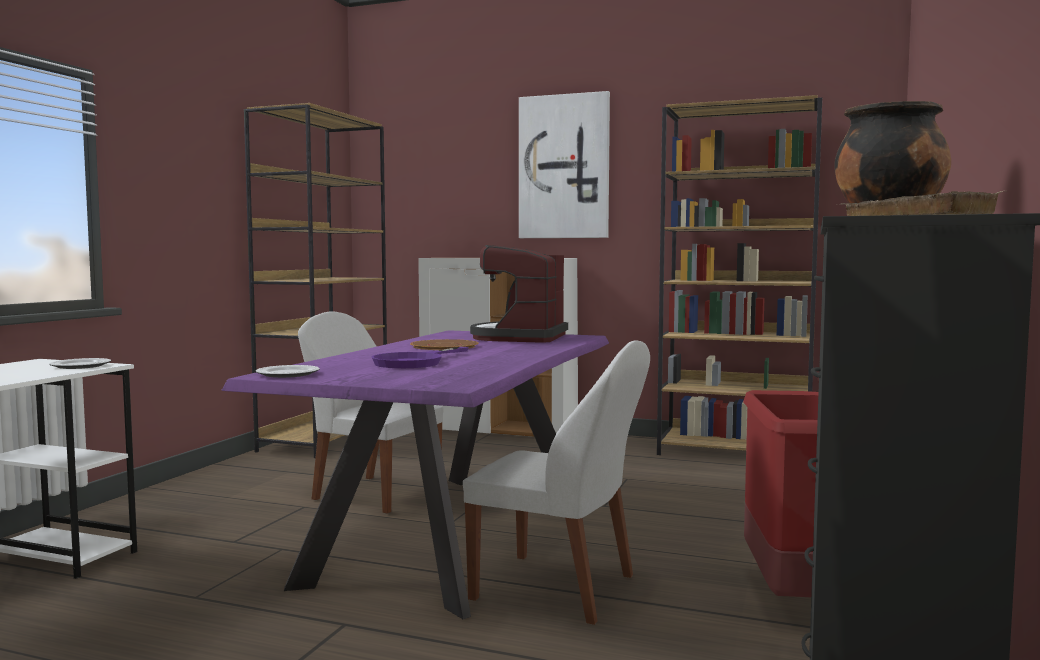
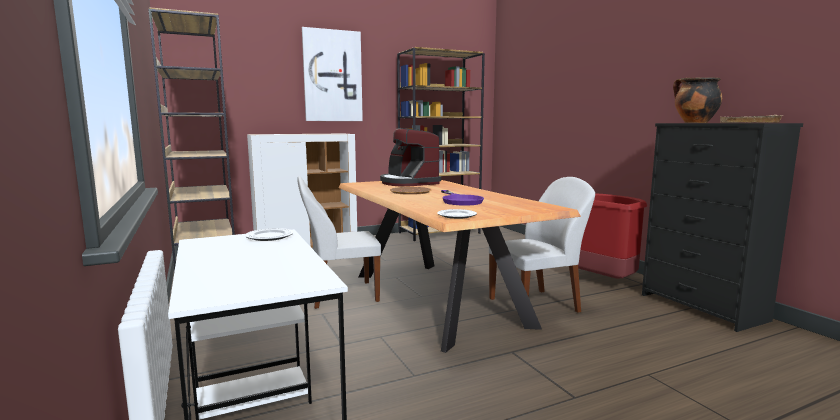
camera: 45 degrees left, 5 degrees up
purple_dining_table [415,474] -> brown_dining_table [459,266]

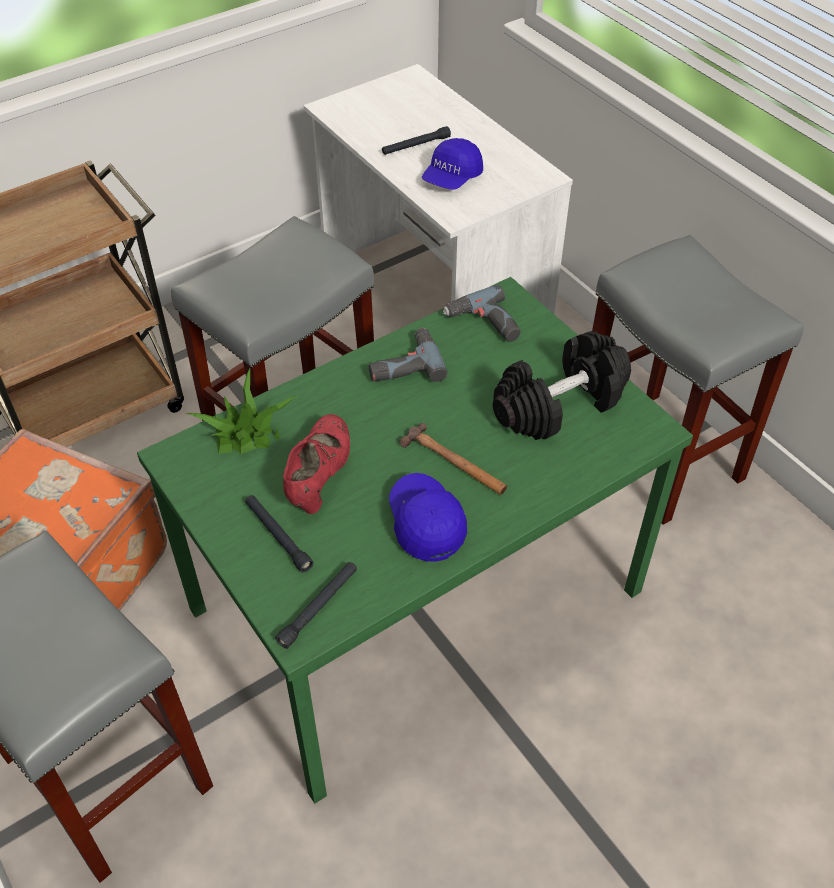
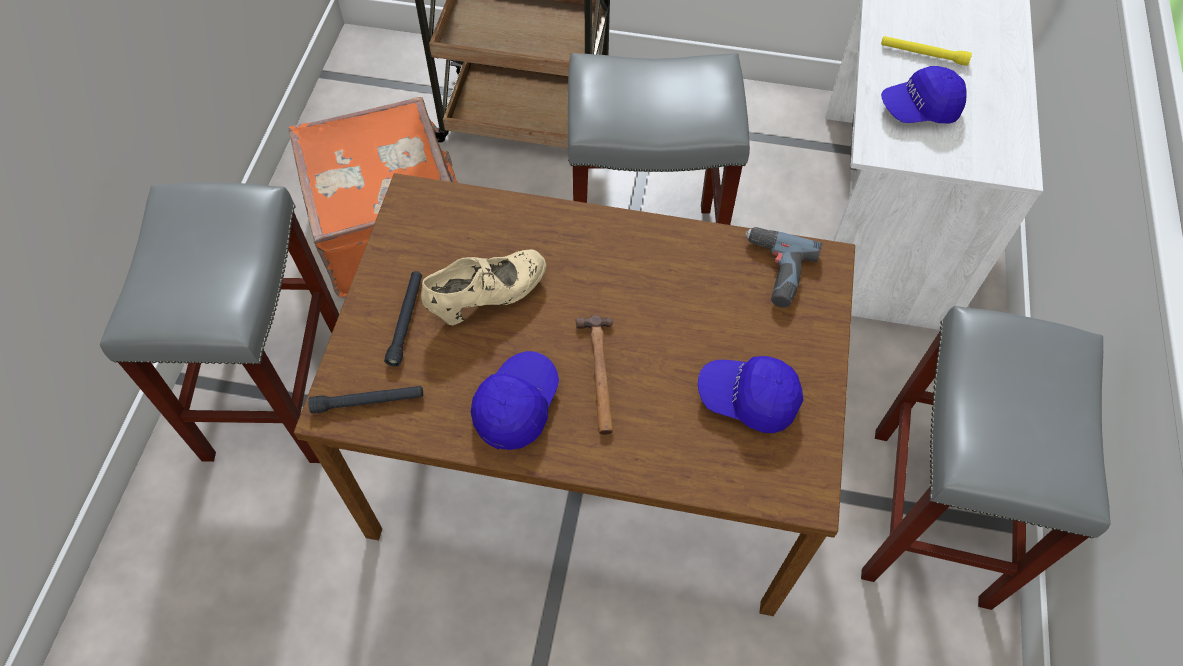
camera: 45 degrees right, 10 degrees up
green_dining_table [415,540] -> brown_dining_table [574,394]
red_shoe [316,464] -> beige_shoe [483,287]
black_dumbbell [562,385] -> blue_cap [750,394]
black_flashlight [416,140] -> yellow_flashlight [926,51]
potted_plant [241,411] -> none
power_drill [408,355] -> none

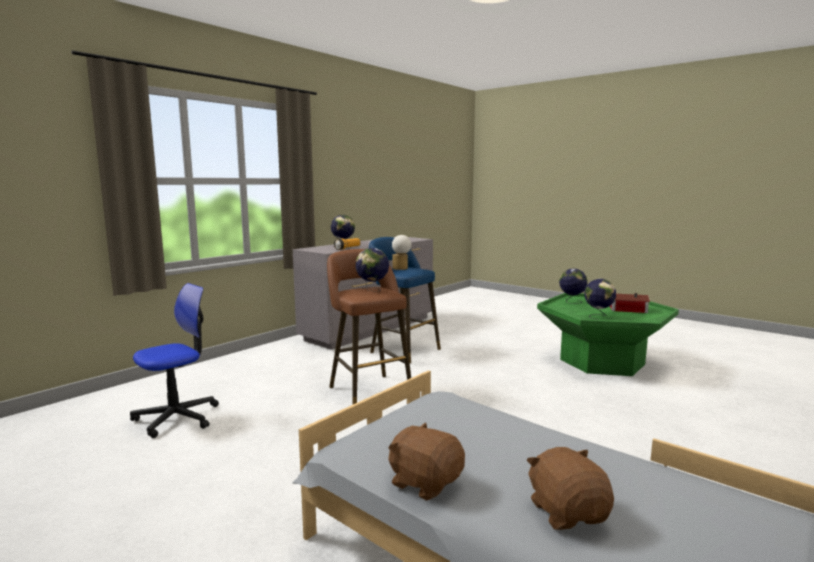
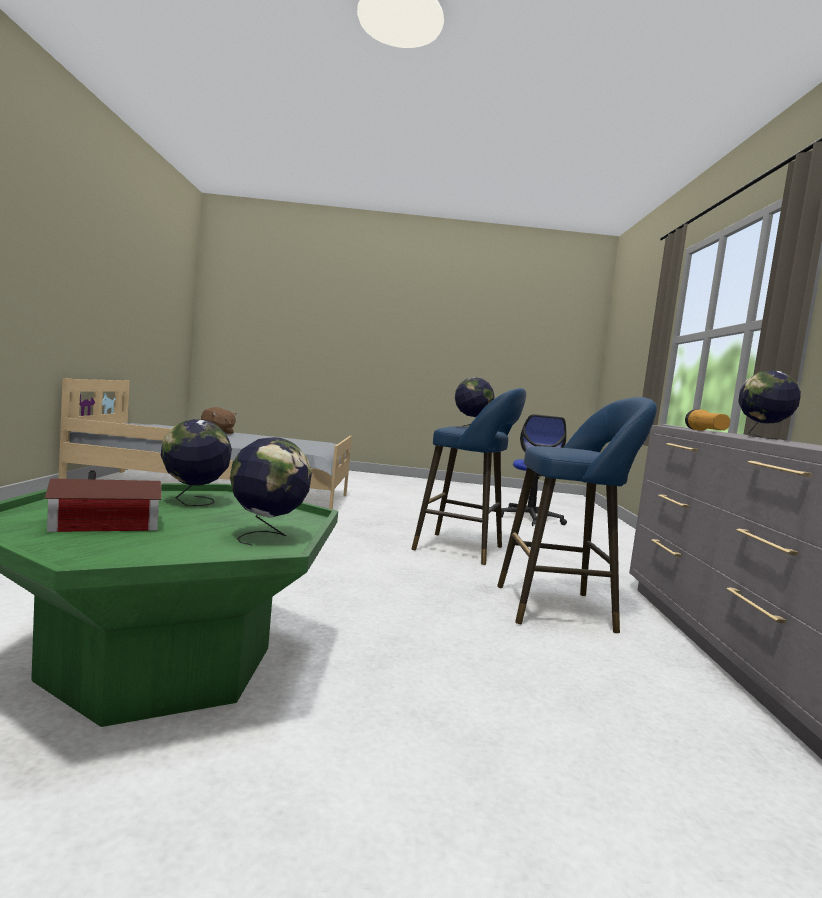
camera: 140 degrees right, 5 degrees down
brown_stool [369,327] -> blue_stool [468,476]
brown_plush_toy [426,461] -> none
table_lamp [401,252] -> none

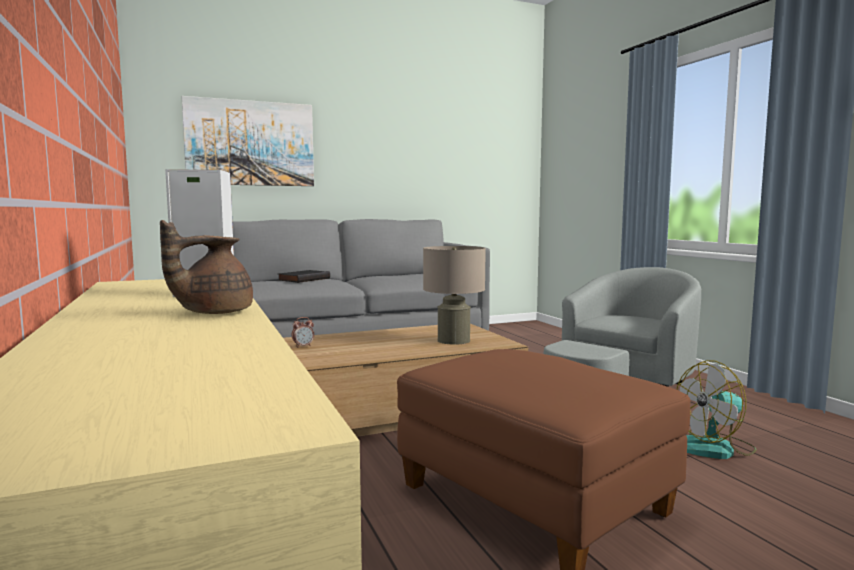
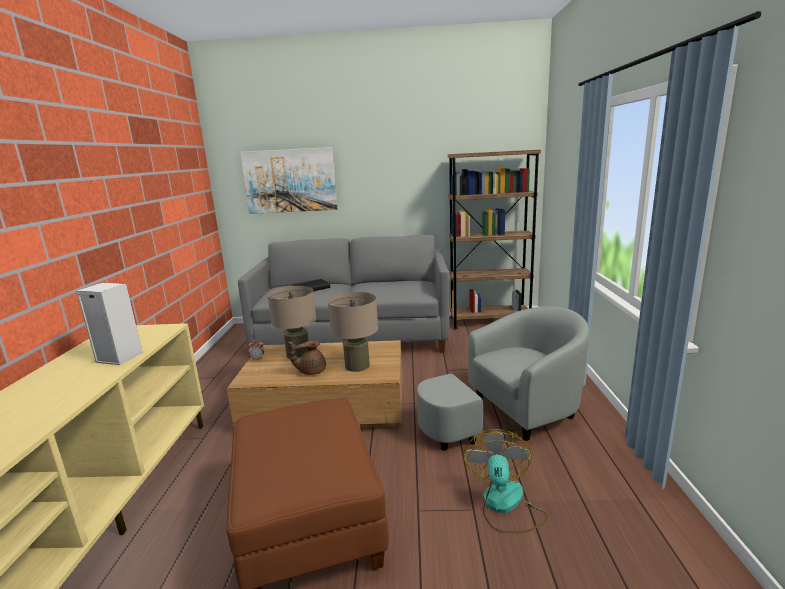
camera: 25 degrees right, 10 degrees up
none -> beige_table_lamp [291,322]
brown_teapot [206,267] -> brown_teapot [307,358], shifted
none -> brown_bookcase [494,239]
fan [716,409] -> fan [505,481], 90 degrees clockwise

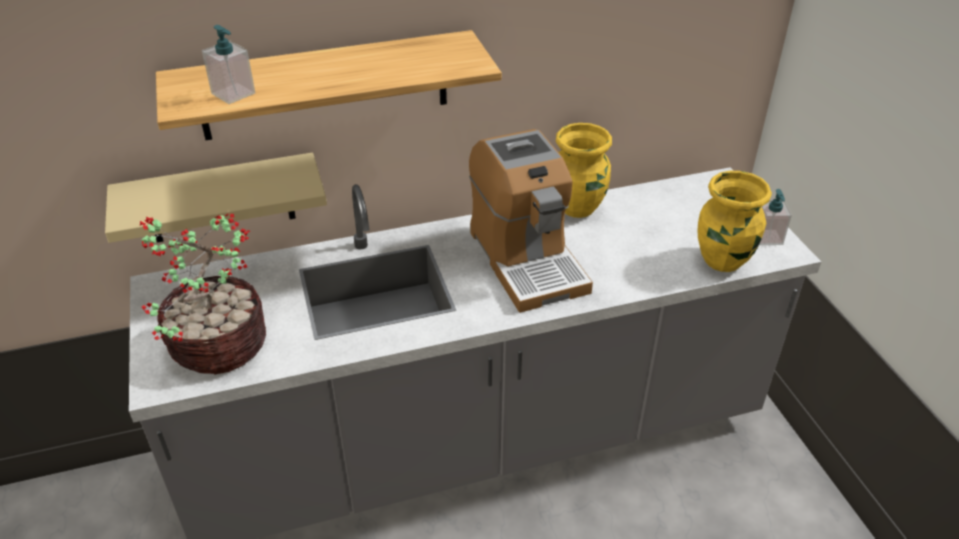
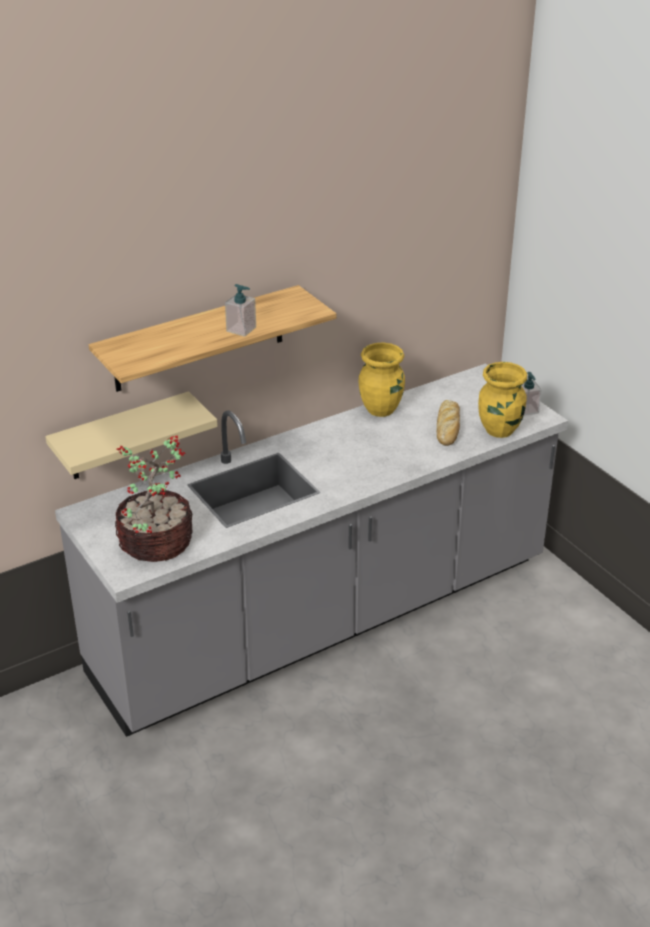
camera: 15 degrees left, 5 degrees down
soap_dispenser [228,64] -> soap_dispenser [240,310], shifted
none -> bread [448,423]
coffee_machine [531,221] -> none

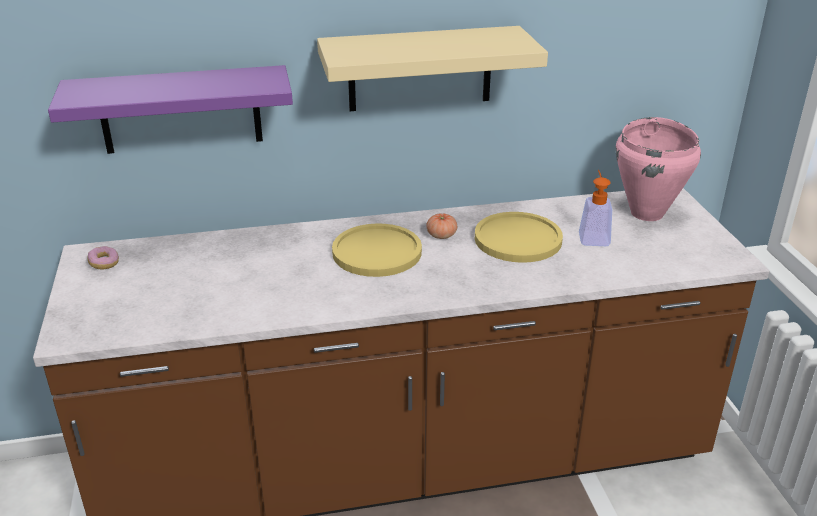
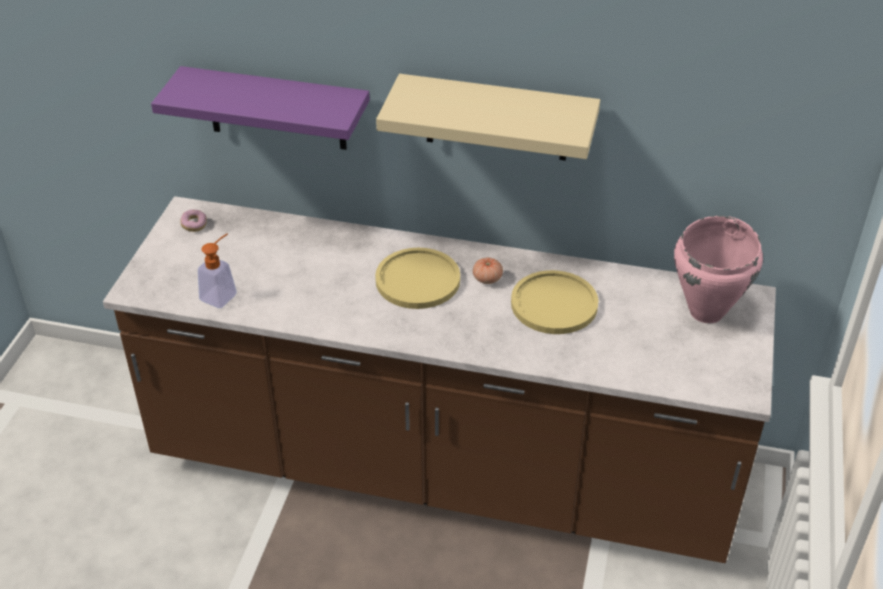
camera: 25 degrees right, 10 degrees up
soap_dispenser [595,208] -> soap_dispenser [217,270], shifted

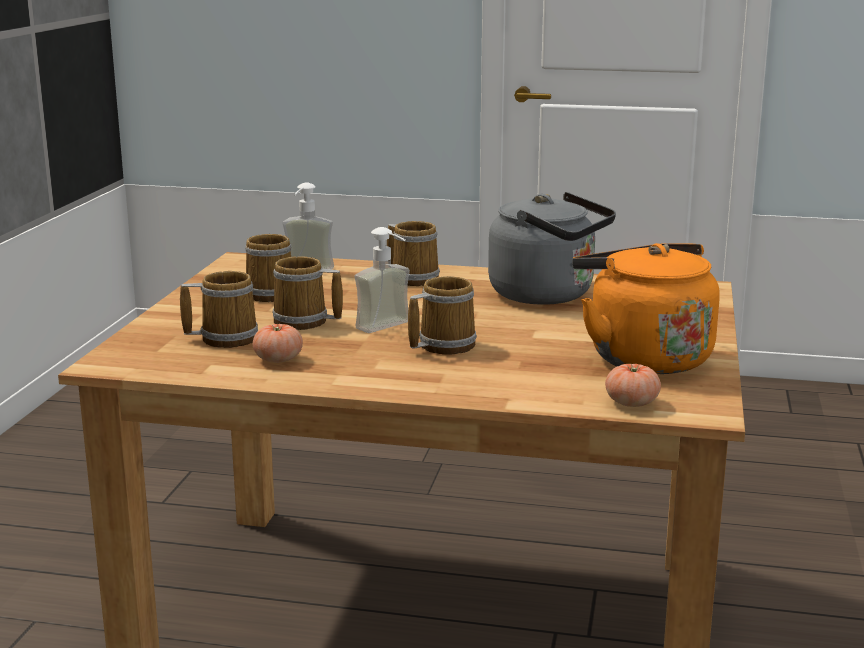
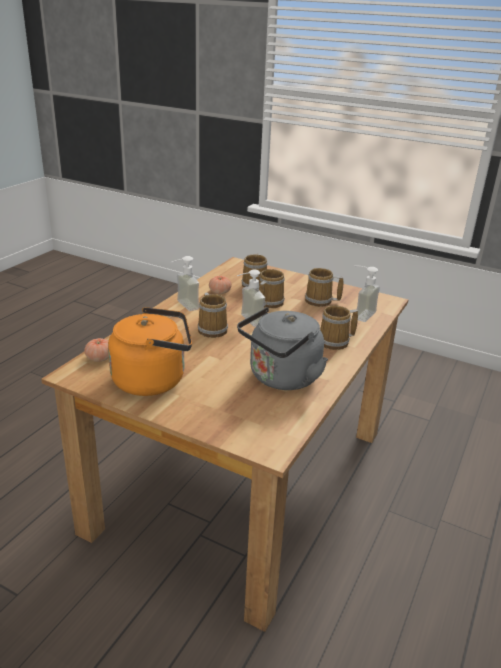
camera: 105 degrees right, 10 degrees up
none -> soap_dispenser [184,283]

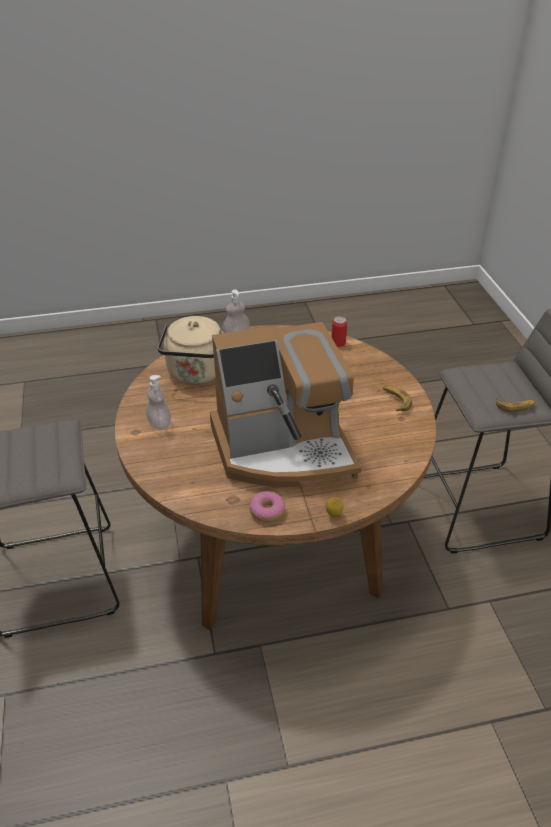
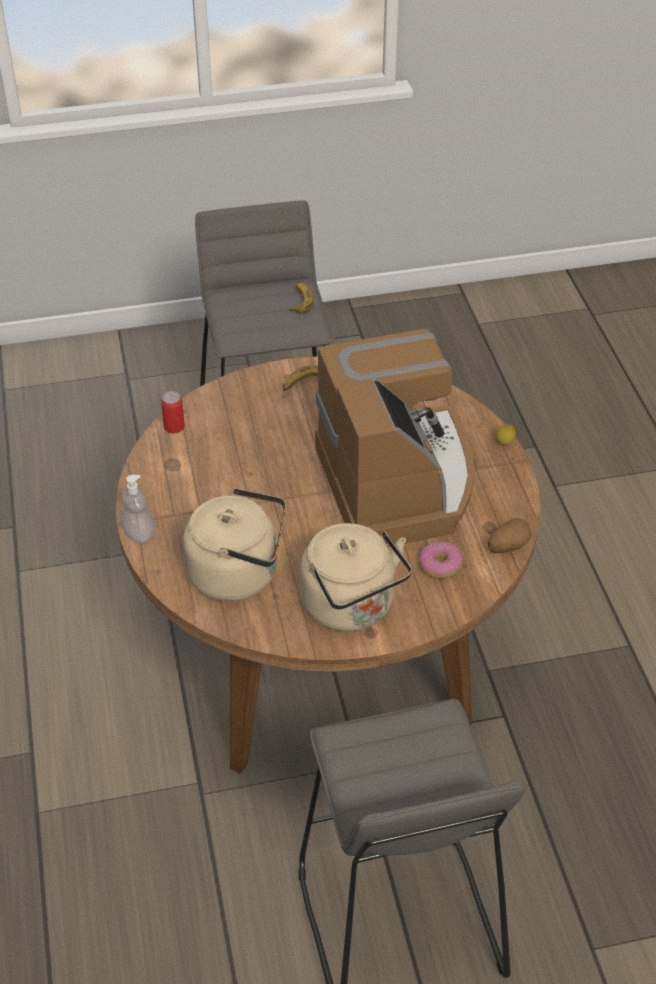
camera: 90 degrees left, 5 degrees up
soap_dispenser [158,402] -> beige_kettle [356,577]
donut [267,506] -> donut [441,560], shifted
none -> potato [509,535]

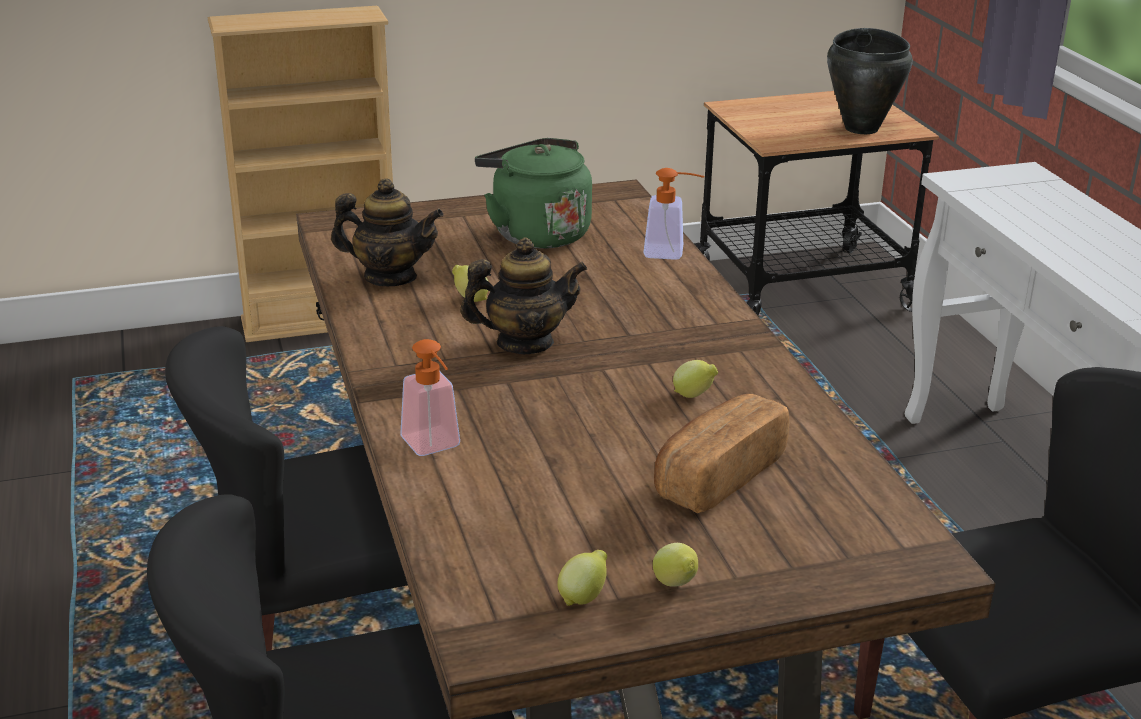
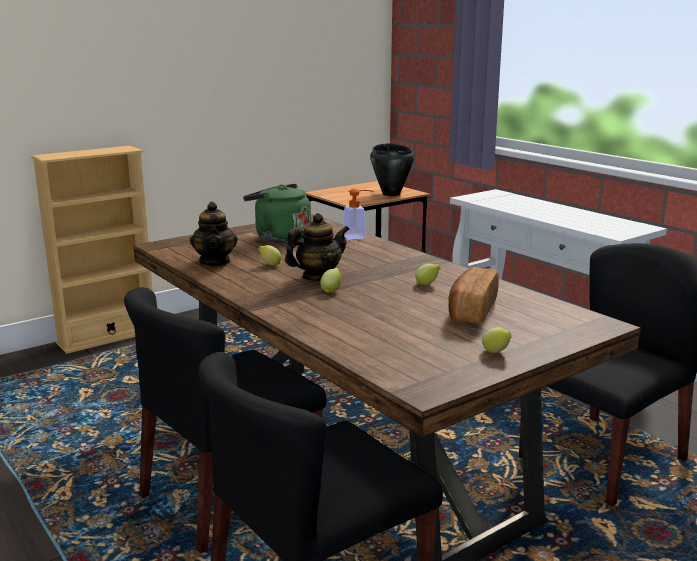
camera: 20 degrees left, 10 degrees down
teapot [387,232] -> teapot [214,233], 90 degrees clockwise
lemon [582,578] -> lemon [330,280], shifted
soap_dispenser [430,397] -> none

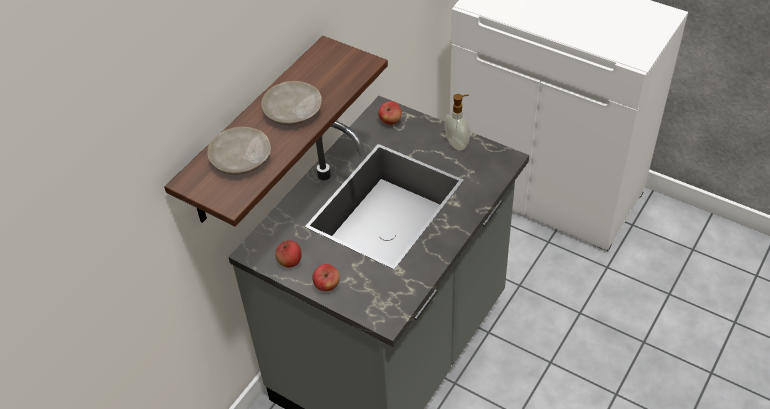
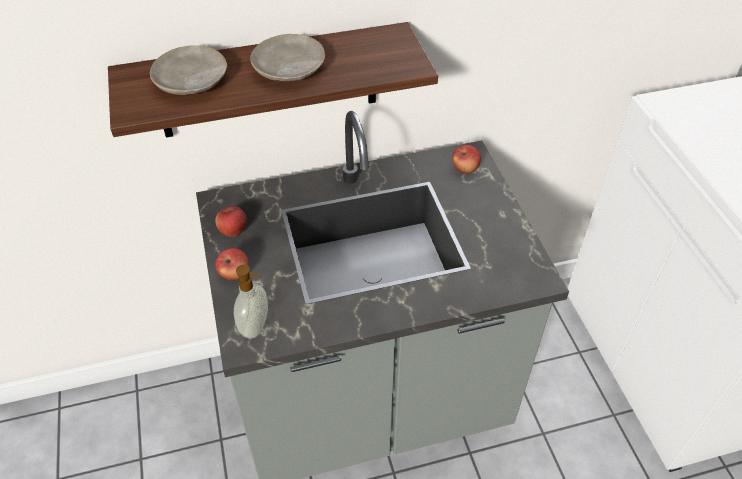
camera: 40 degrees right, 0 degrees up
soap_dispenser [457,122] -> soap_dispenser [251,302], shifted

